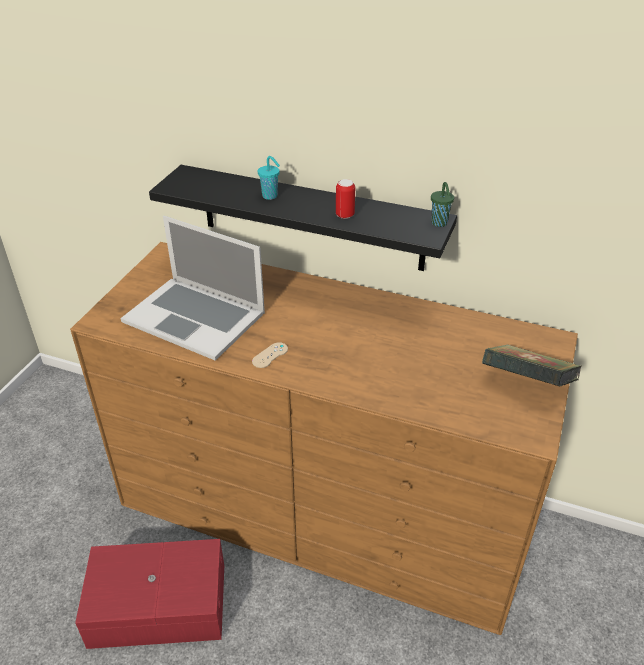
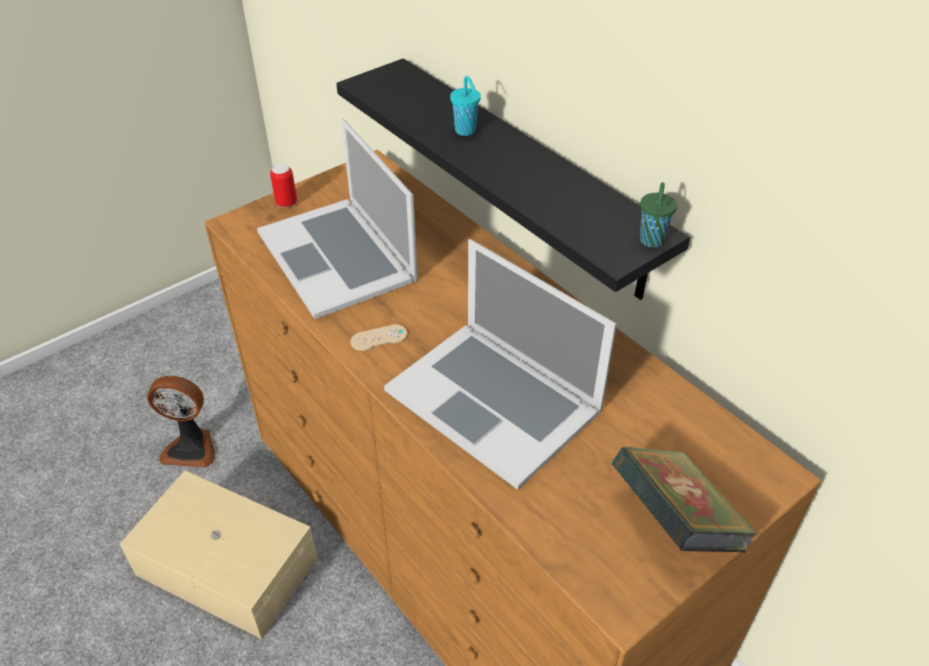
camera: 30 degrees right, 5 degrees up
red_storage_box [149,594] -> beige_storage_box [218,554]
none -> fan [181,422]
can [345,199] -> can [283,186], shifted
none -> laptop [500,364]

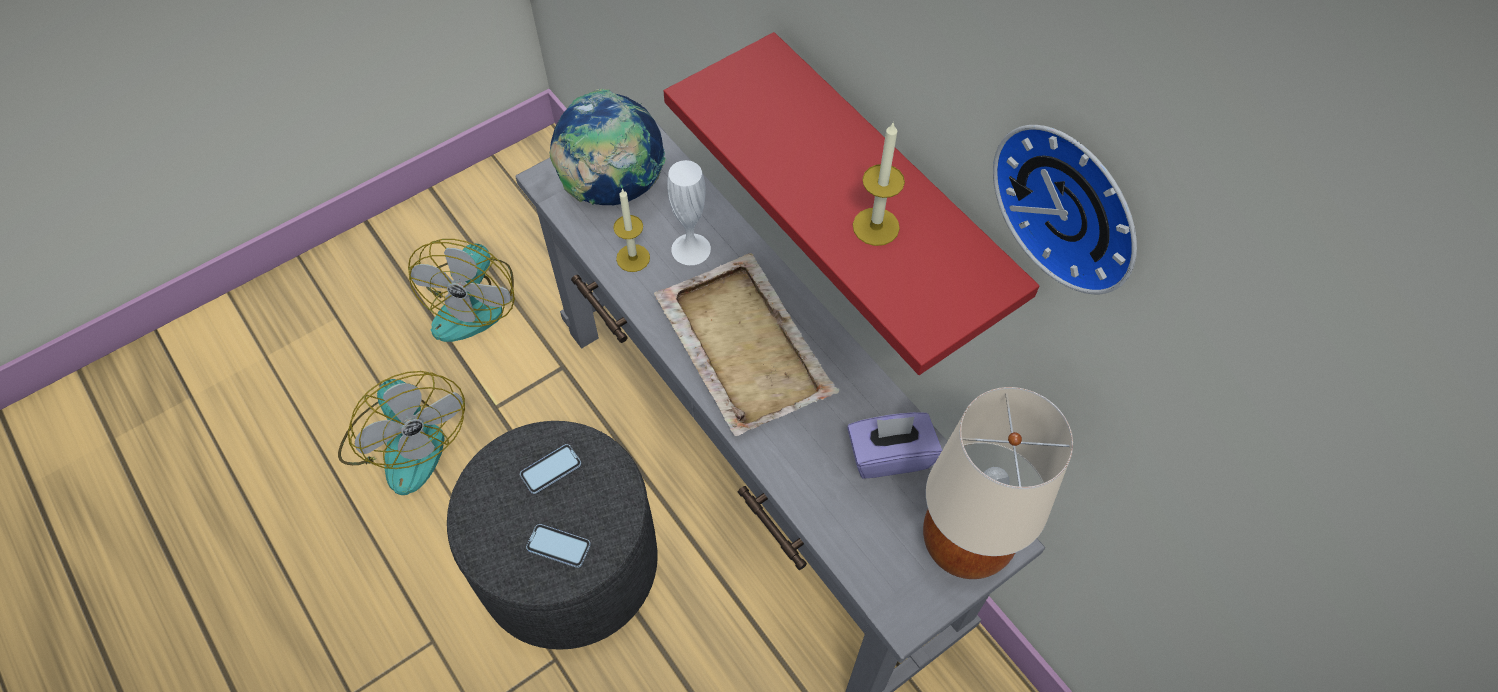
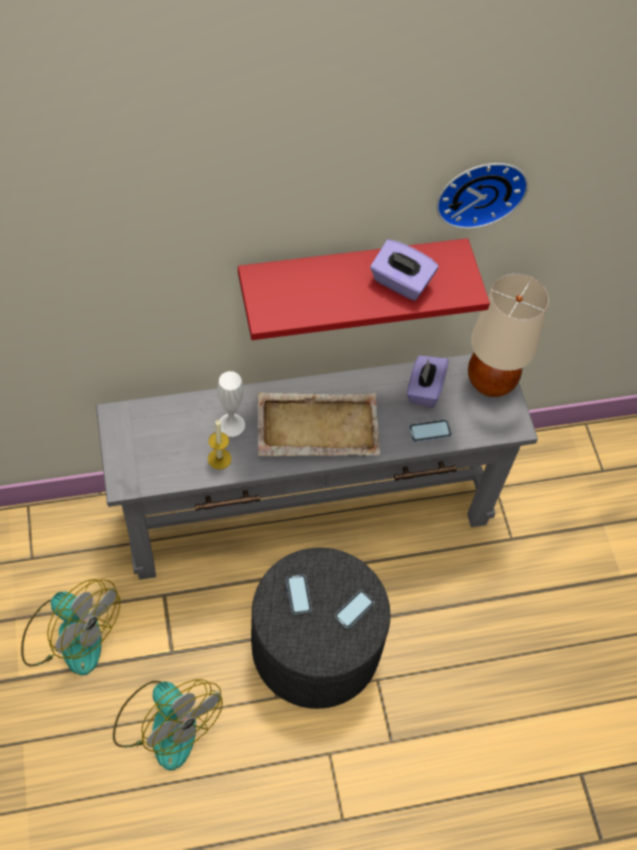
camera: 70 degrees left, 0 degrees up
fan [401,433] -> fan [168,724], 60 degrees clockwise
candle [879,183] -> purple_tissue_box [404,270]
none -> phone [430,430]
globe [608,147] -> none

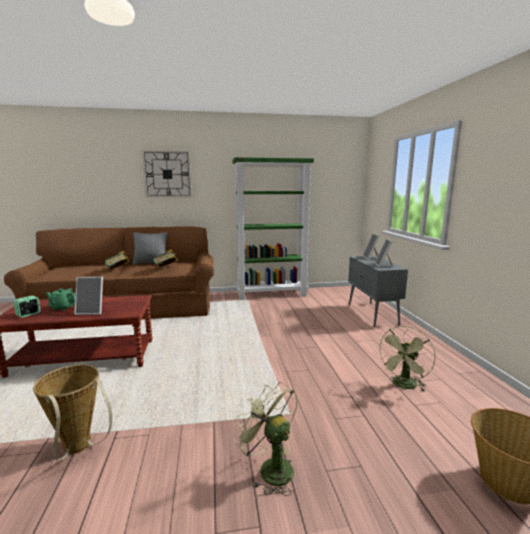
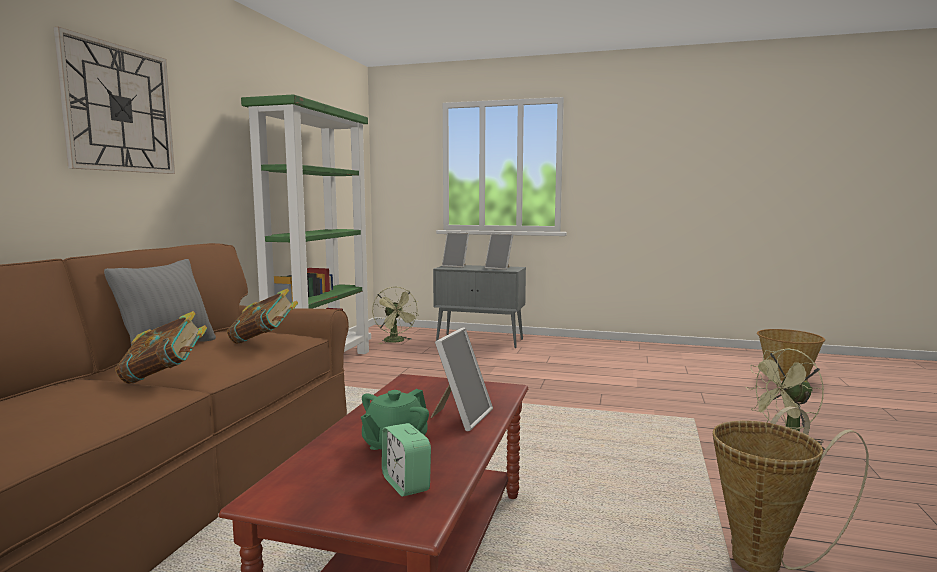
camera: 65 degrees left, 5 degrees down
green_fan [406,359] -> green_fan [395,315], shifted

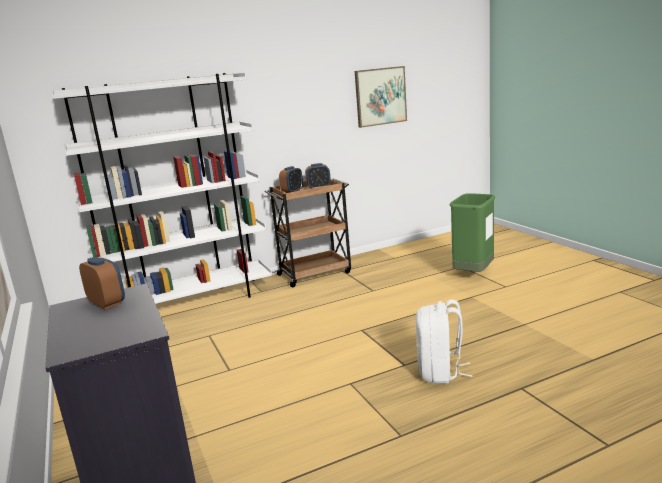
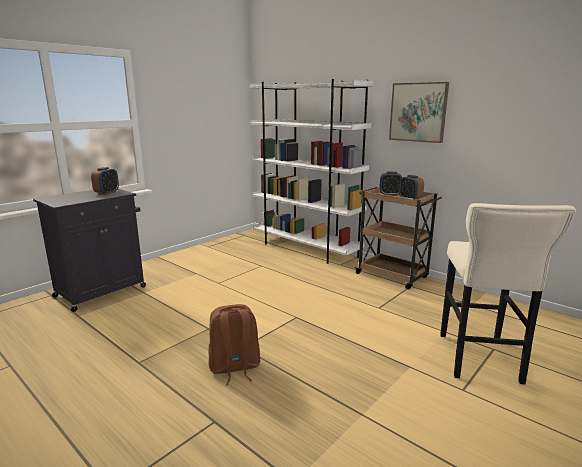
camera: 65 degrees right, 0 degrees up
white_backpack [444,342] -> brown_backpack [234,345]
picture [381,97] -> picture [419,112], shifted
green_trash_can [472,232] -> beige_stool [508,293]

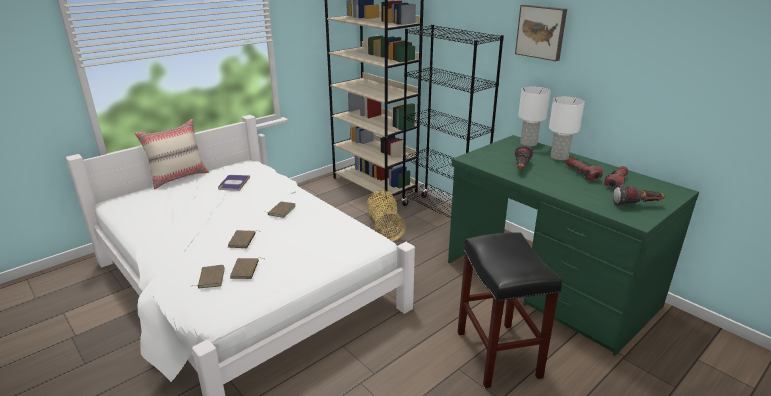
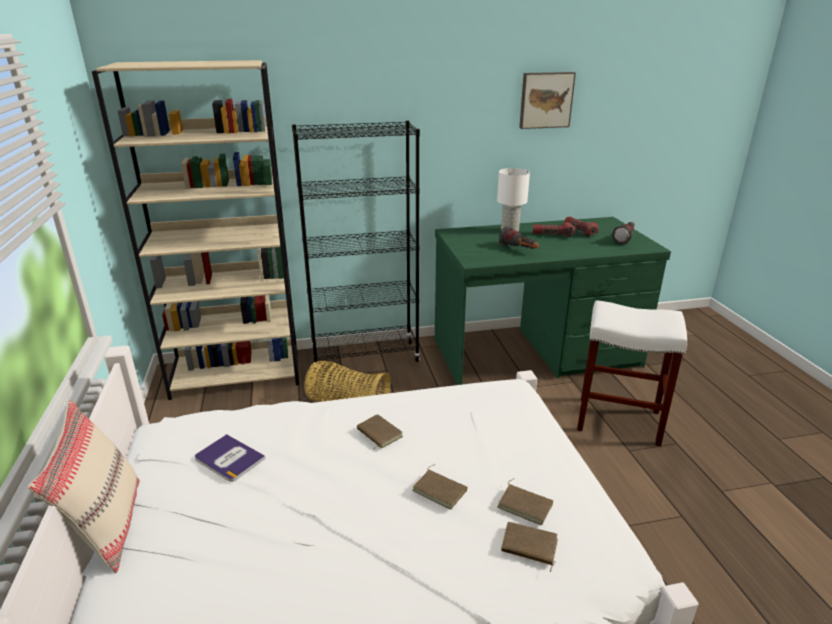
camera: 60 degrees left, 0 degrees up
picture [541,33] -> picture [547,100], shifted
black_stool [509,310] -> white_stool [632,373]
white_table_lamp [534,117] -> none

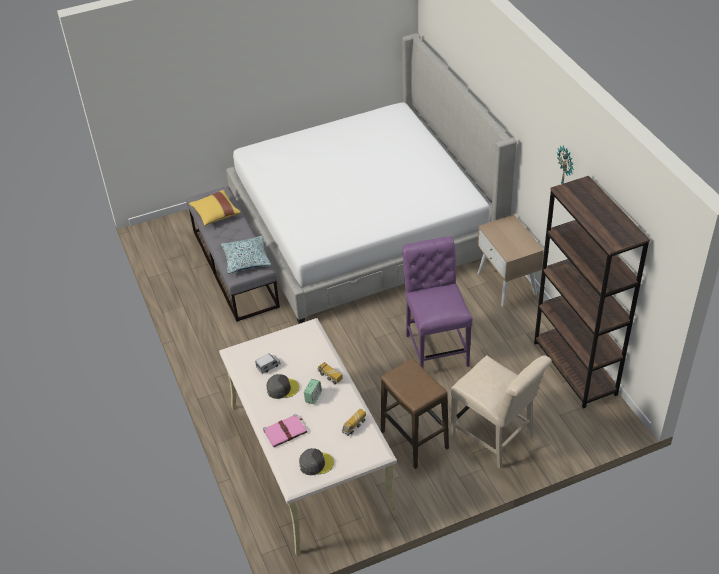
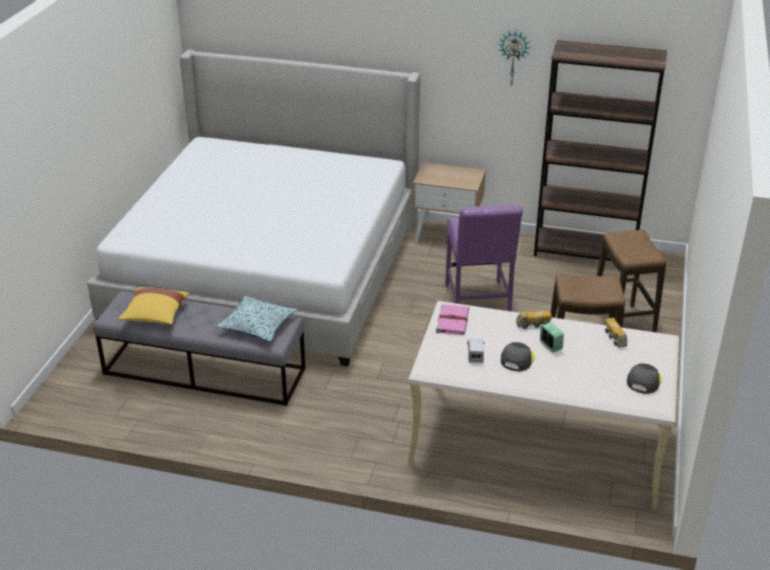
camera: 55 degrees left, 10 degrees down
pink_book [285,431] -> pink_book [452,319], shifted
purple_chair [437,302] -> purple_chair [484,258], 120 degrees counterclockwise
beige_chair [501,412] -> stool [632,281]

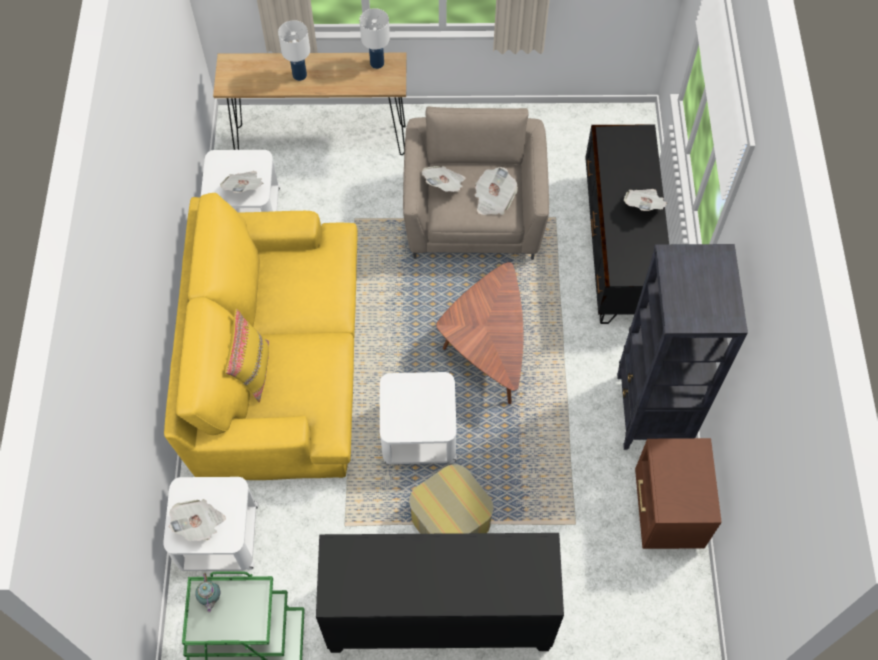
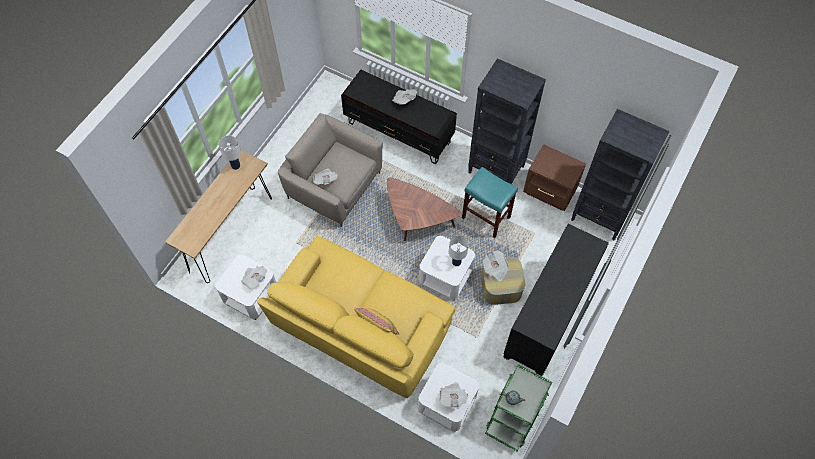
camera: 60 degrees left, 0 degrees up
white_table_lamp [294,50] -> white_table_lamp [459,250], shifted
none -> turquoise_stool [490,202]
newspaper [496,191] -> newspaper [496,266], shifted
none -> black_bookcase [620,174]

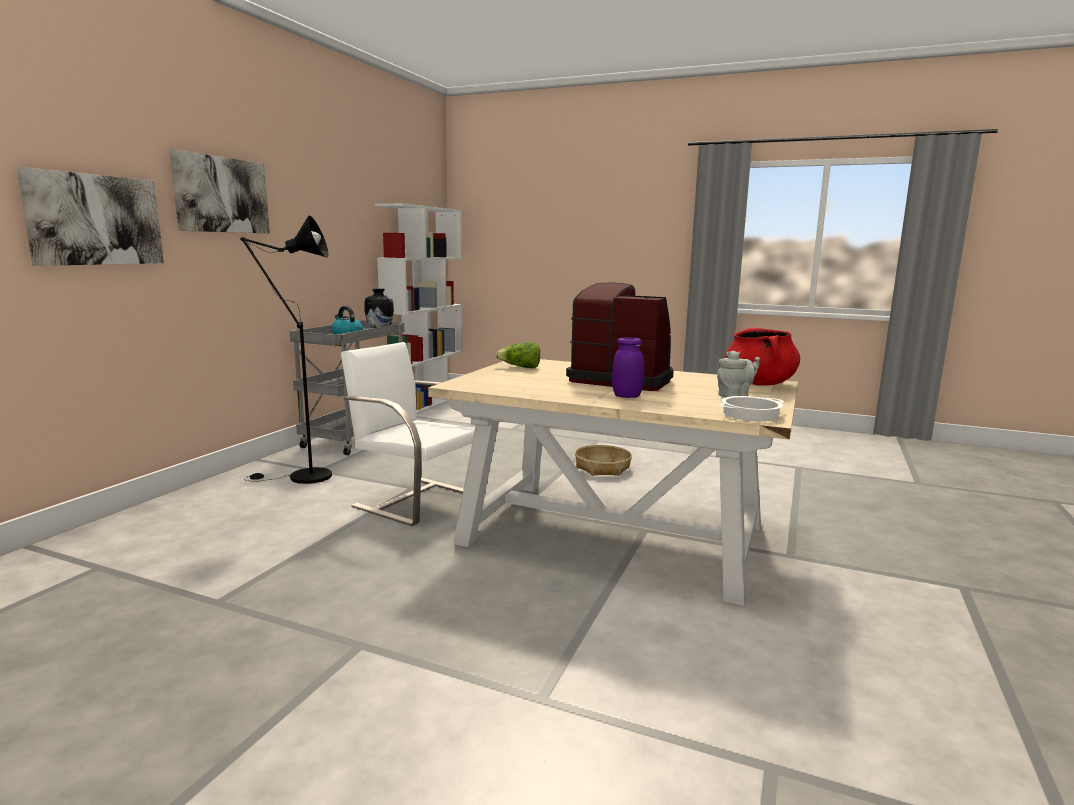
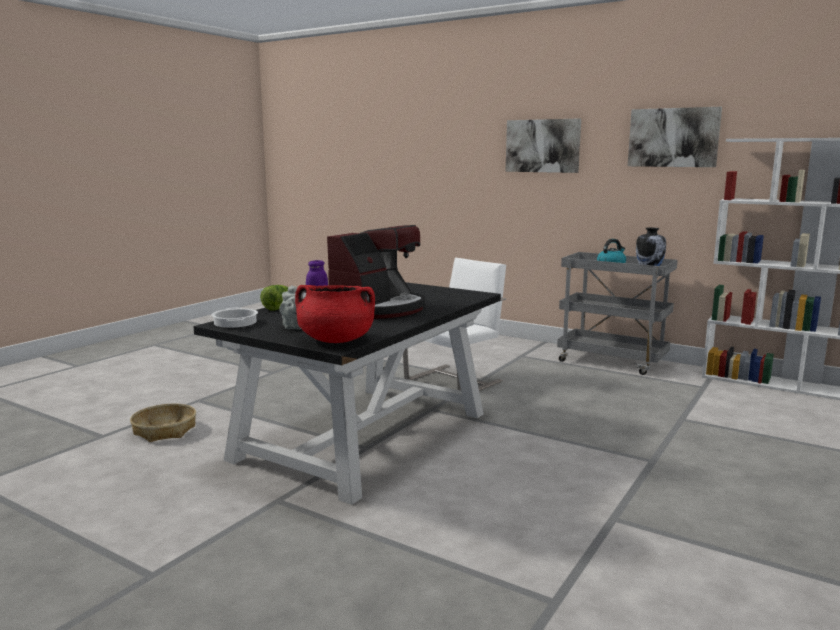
camera: 100 degrees right, 0 degrees up
basket [603,460] -> basket [163,423], shifted
beige_dining_table [613,482] -> black_dining_table [347,393]
lettuce [517,355] -> lettuce [274,297], shifted
picture [90,216] -> picture [675,137], shifted
black_floor_lamp [286,349] -> none

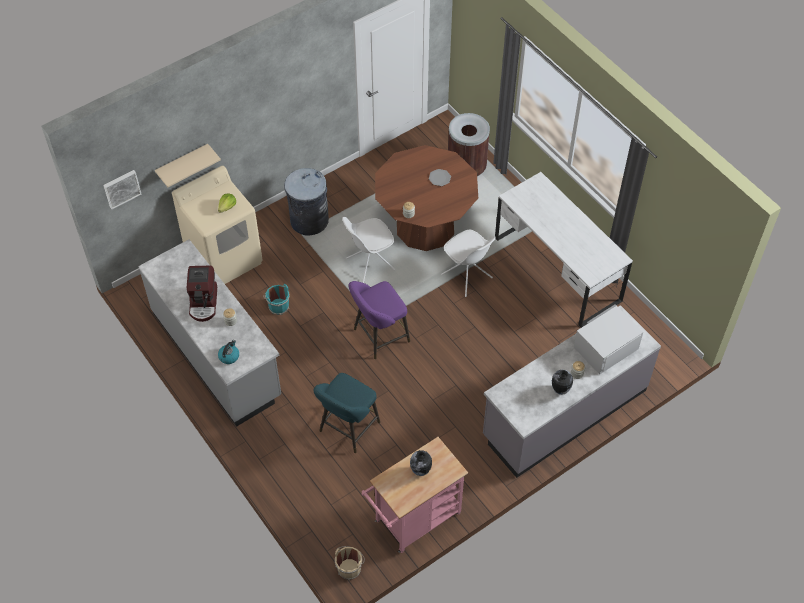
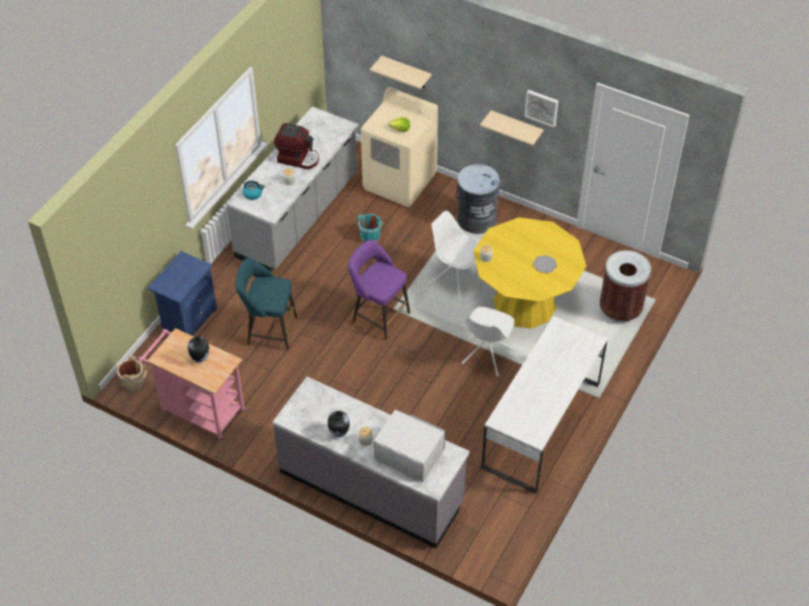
camera: 65 degrees right, 5 degrees down
none -> blue_nightstand [182,293]
coffee_machine [202,294] -> coffee_machine [296,146], 135 degrees counterclockwise
brown_dining_table [426,198] -> yellow_dining_table [529,273]
none -> beige_shelf [511,128]
picture [122,189] -> picture [541,108], shifted

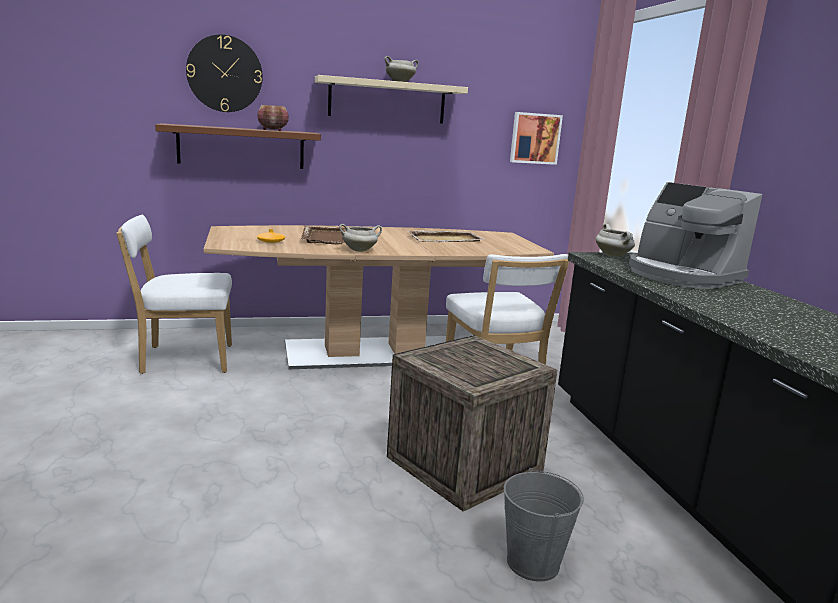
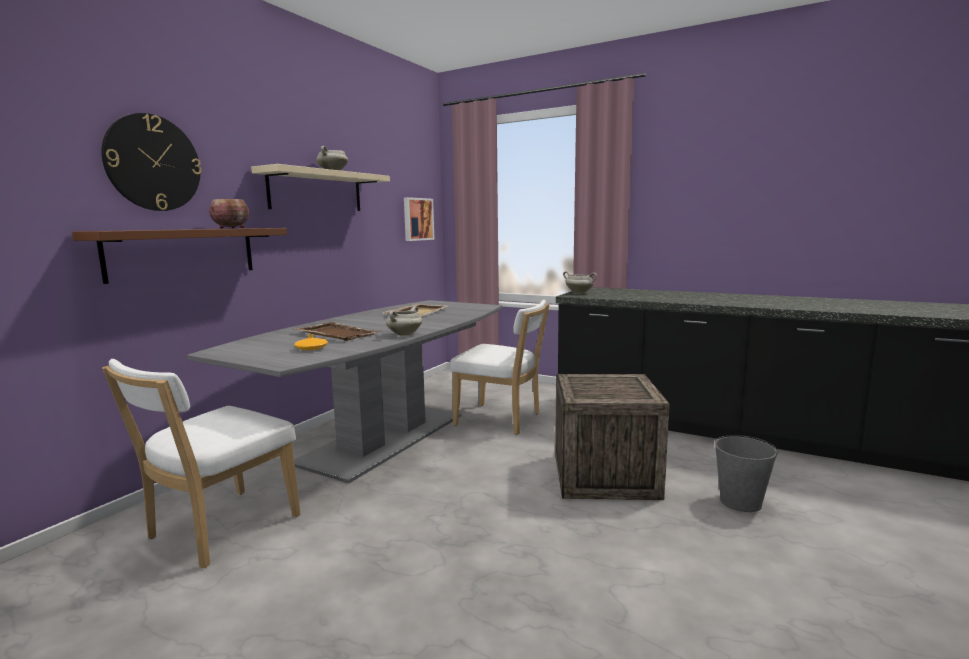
camera: 45 degrees left, 5 degrees down
brown_dining_table [379,297] -> grey_dining_table [344,391]
coffee_machine [695,235] -> none

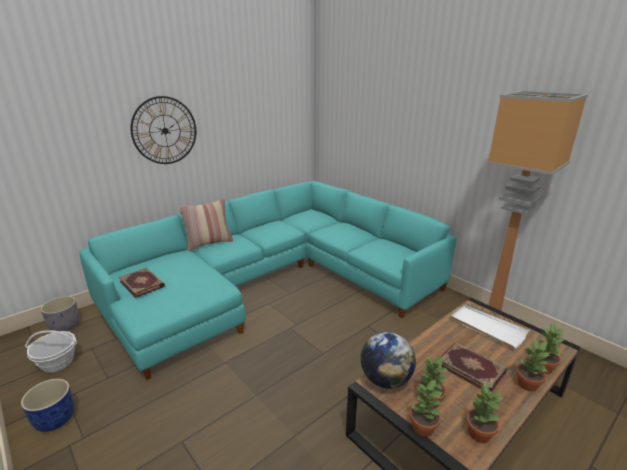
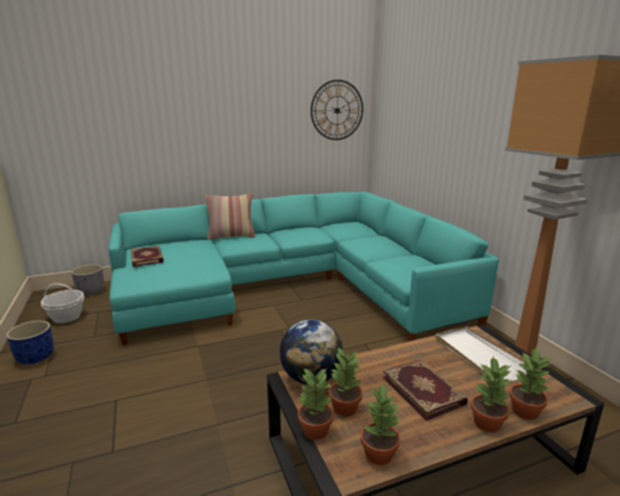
camera: 20 degrees right, 5 degrees down
wall_clock [163,130] -> wall_clock [337,110], shifted

